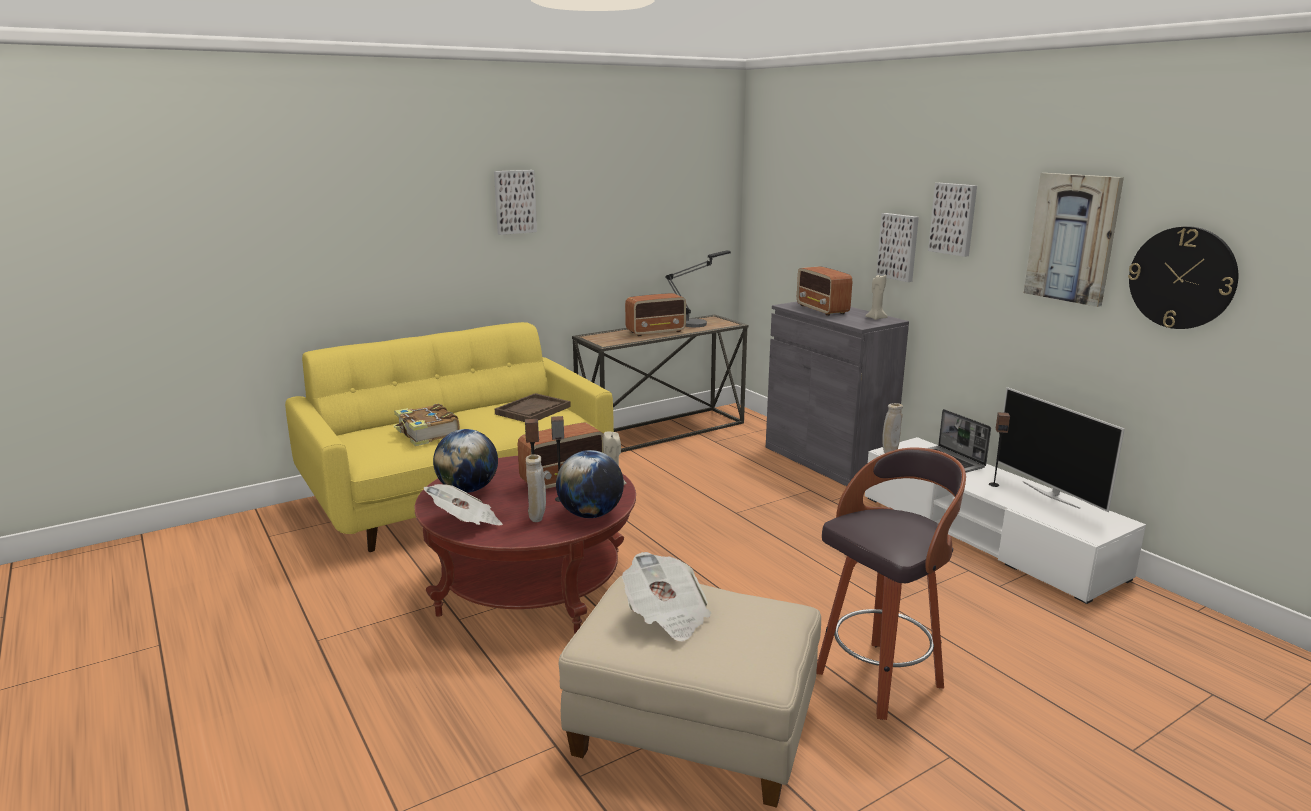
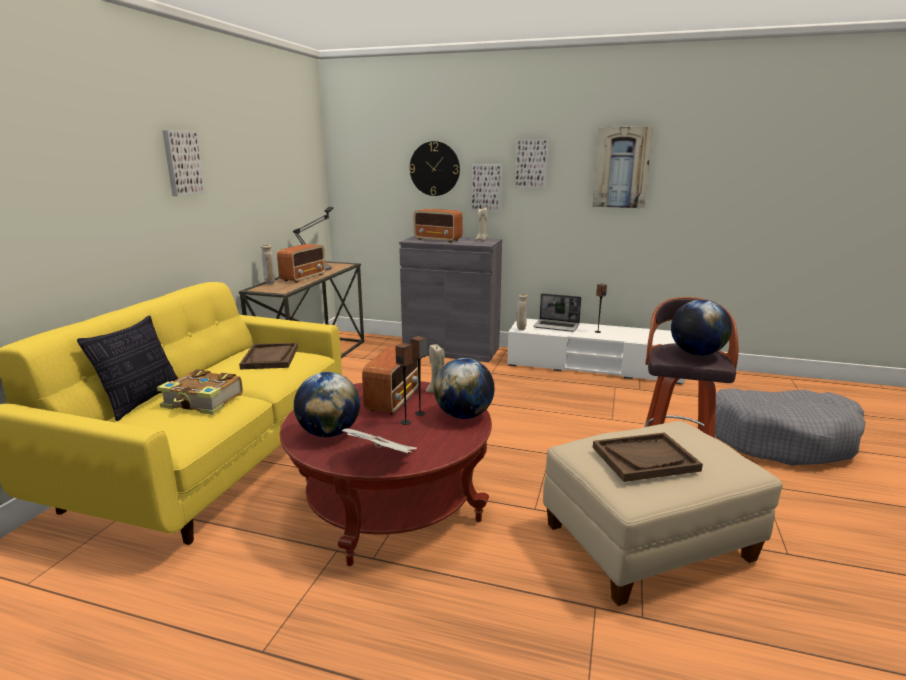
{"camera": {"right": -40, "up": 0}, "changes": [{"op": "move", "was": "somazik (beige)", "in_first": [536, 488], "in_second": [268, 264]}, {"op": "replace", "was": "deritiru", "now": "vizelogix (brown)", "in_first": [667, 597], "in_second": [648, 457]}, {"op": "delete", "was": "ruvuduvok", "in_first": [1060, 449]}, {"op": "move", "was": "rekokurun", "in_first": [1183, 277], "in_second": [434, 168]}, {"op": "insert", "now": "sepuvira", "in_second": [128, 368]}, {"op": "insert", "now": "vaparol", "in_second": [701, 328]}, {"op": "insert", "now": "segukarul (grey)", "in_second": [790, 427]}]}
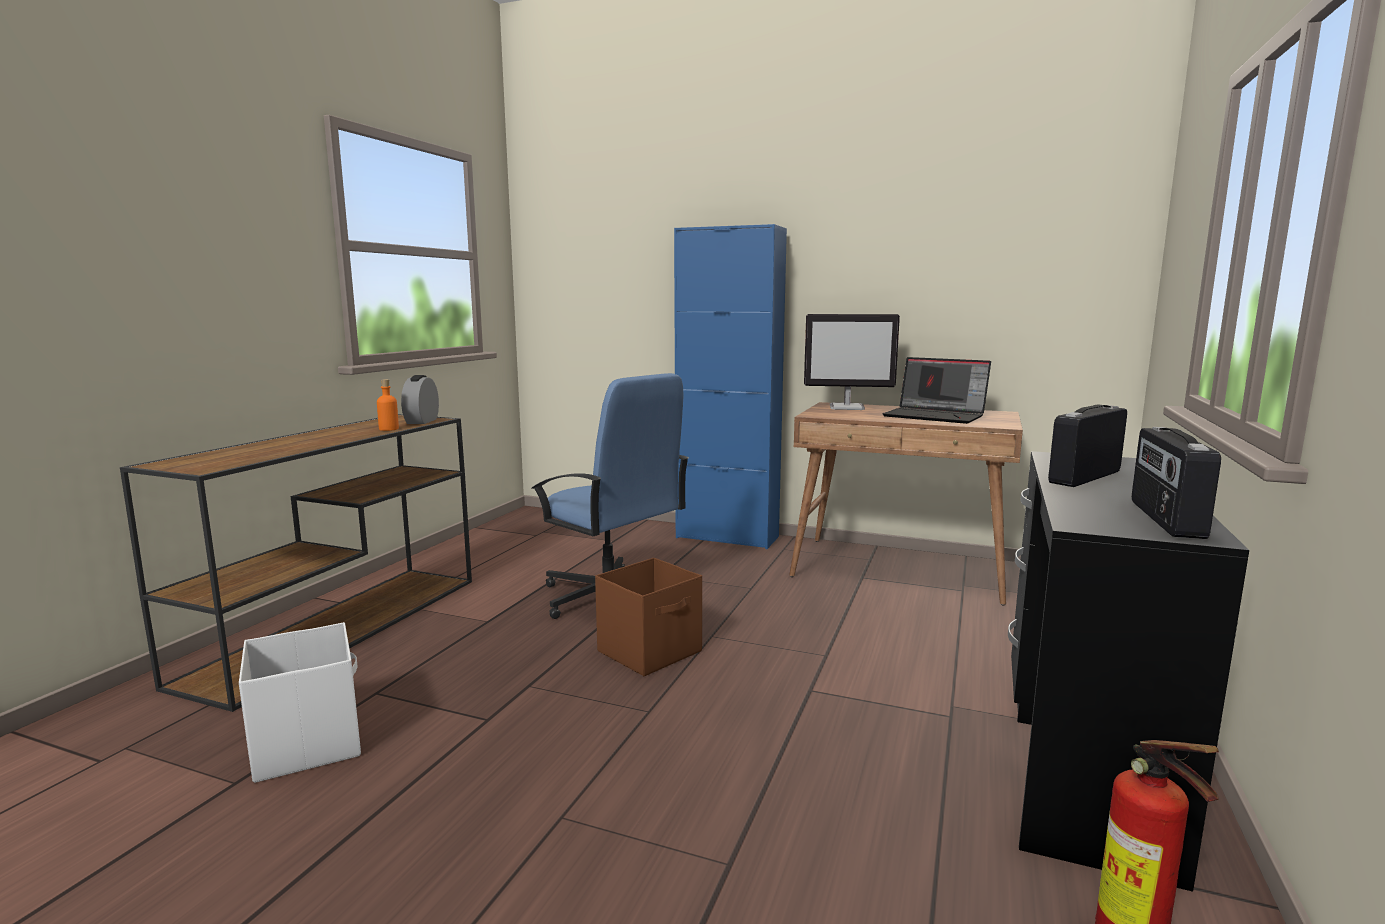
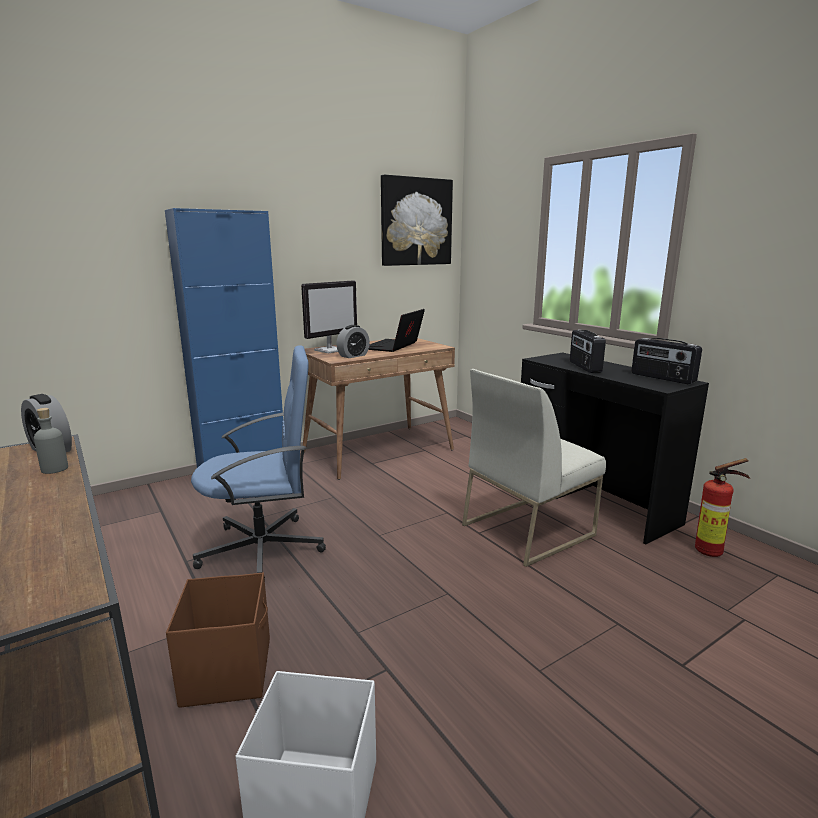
{"camera": {"right": -55, "up": 5}, "changes": [{"op": "recolor", "was": "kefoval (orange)", "now": "kefoval (grey)", "in_first": [388, 405], "in_second": [51, 441]}, {"op": "move", "was": "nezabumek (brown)", "in_first": [648, 617], "in_second": [218, 640]}, {"op": "rotate", "was": "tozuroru", "in_first": [936, 390], "in_second": [396, 330], "clockwise": 135}, {"op": "insert", "now": "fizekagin", "in_second": [353, 341]}, {"op": "insert", "now": "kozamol", "in_second": [417, 220]}, {"op": "insert", "now": "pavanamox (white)", "in_second": [534, 468]}]}
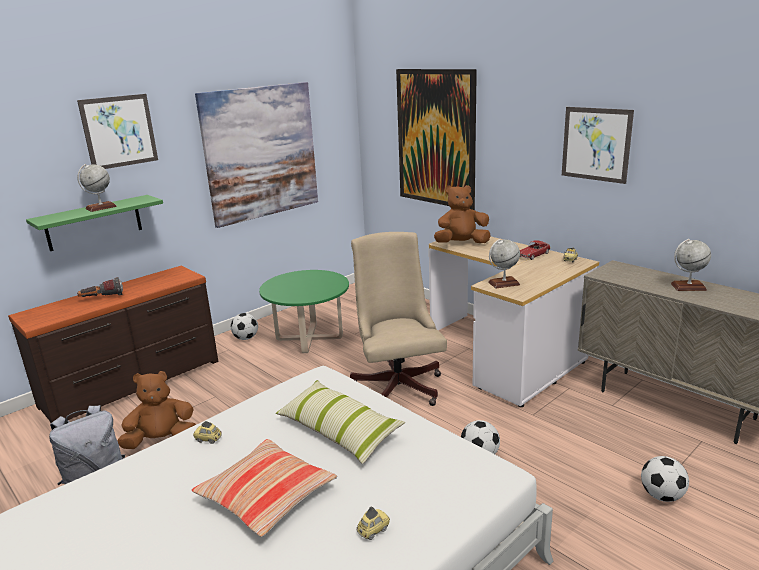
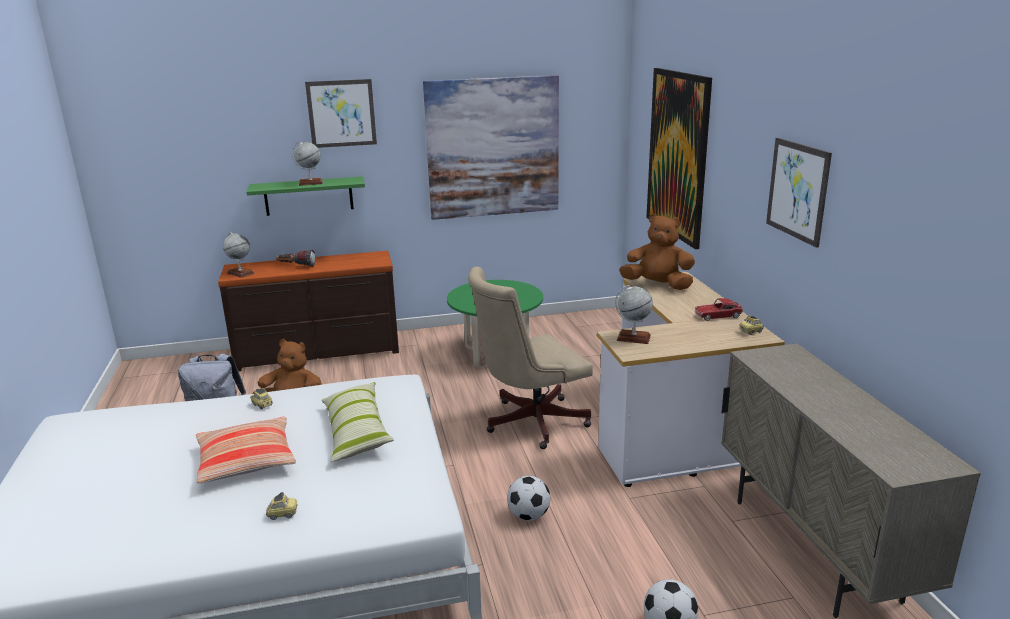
{"camera": {"right": 30, "up": 0}, "changes": [{"op": "delete", "was": "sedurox", "in_first": [244, 326]}, {"op": "rotate", "was": "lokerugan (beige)", "in_first": [398, 319], "in_second": [530, 358], "clockwise": -135}, {"op": "move", "was": "vaparol", "in_first": [691, 265], "in_second": [239, 255]}]}
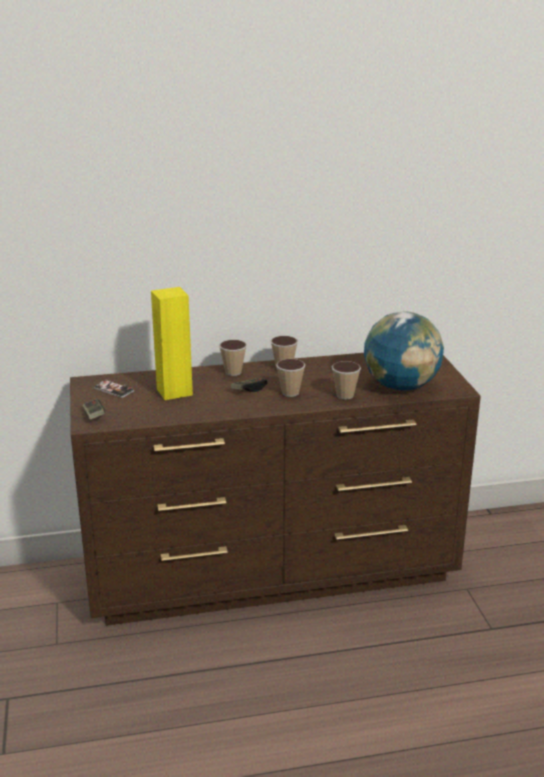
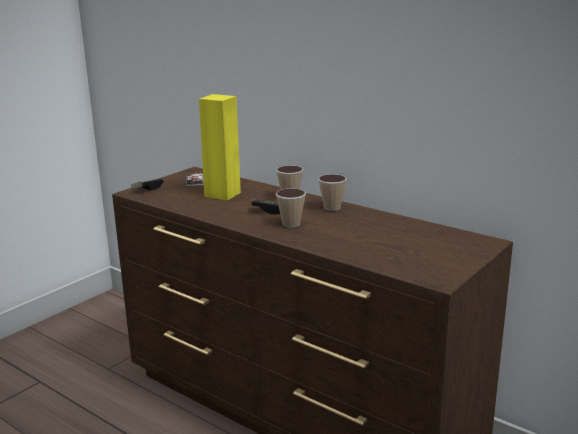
{"camera": {"right": 50, "up": -5}, "changes": [{"op": "delete", "was": "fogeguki", "in_first": [346, 380]}, {"op": "delete", "was": "vaparol", "in_first": [404, 351]}]}
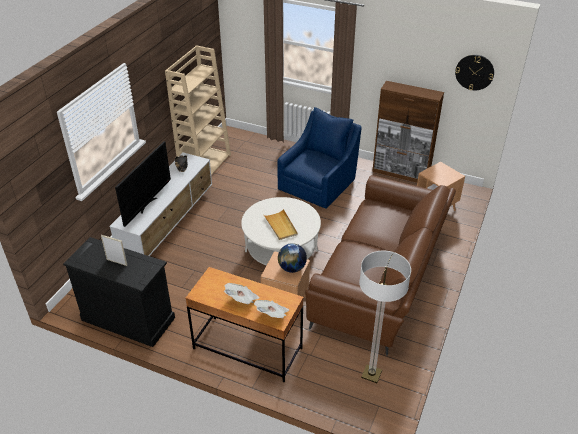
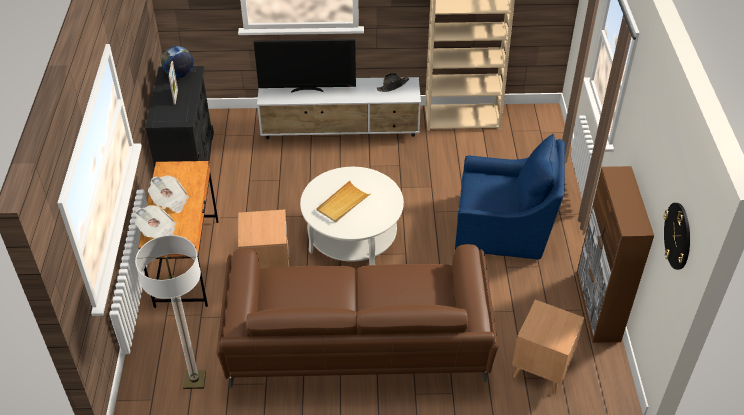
{"camera": {"right": 65, "up": 5}, "changes": [{"op": "move", "was": "vaparol", "in_first": [292, 258], "in_second": [177, 62]}]}
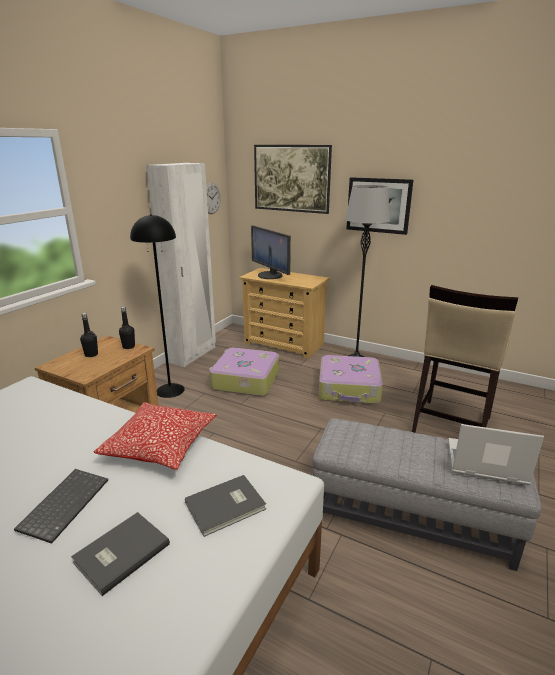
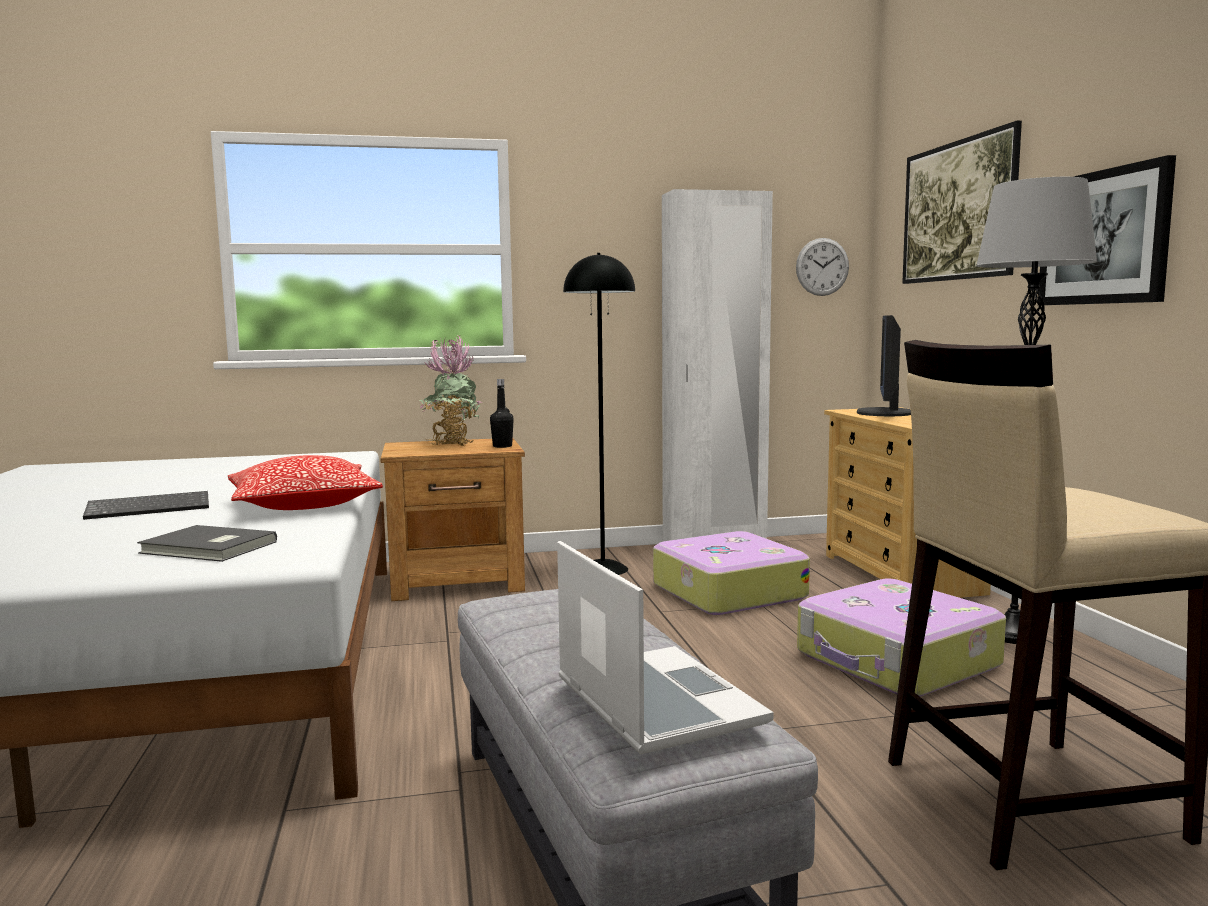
{"camera": {"right": 50, "up": -15}, "changes": [{"op": "delete", "was": "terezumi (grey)", "in_first": [120, 554]}, {"op": "replace", "was": "kefoval (black)", "now": "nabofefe", "in_first": [89, 335], "in_second": [450, 391]}]}
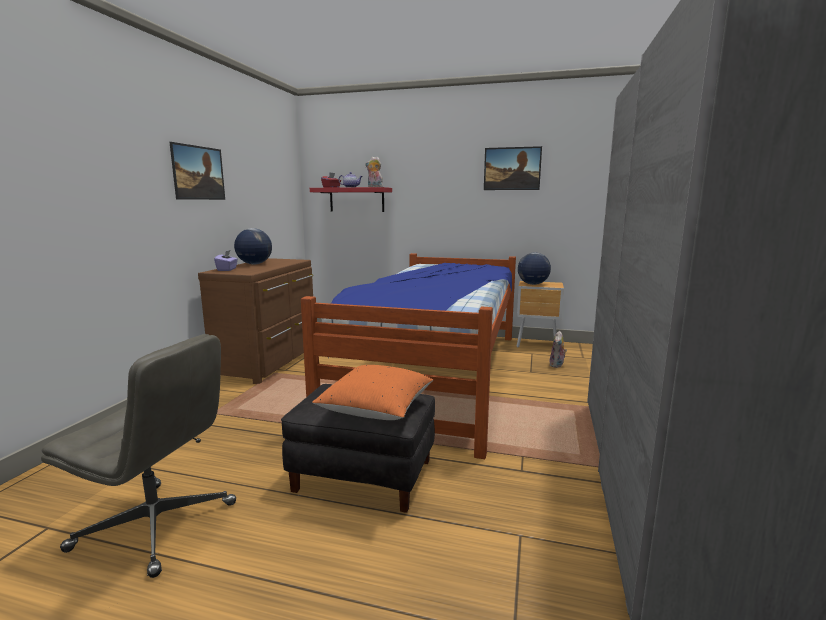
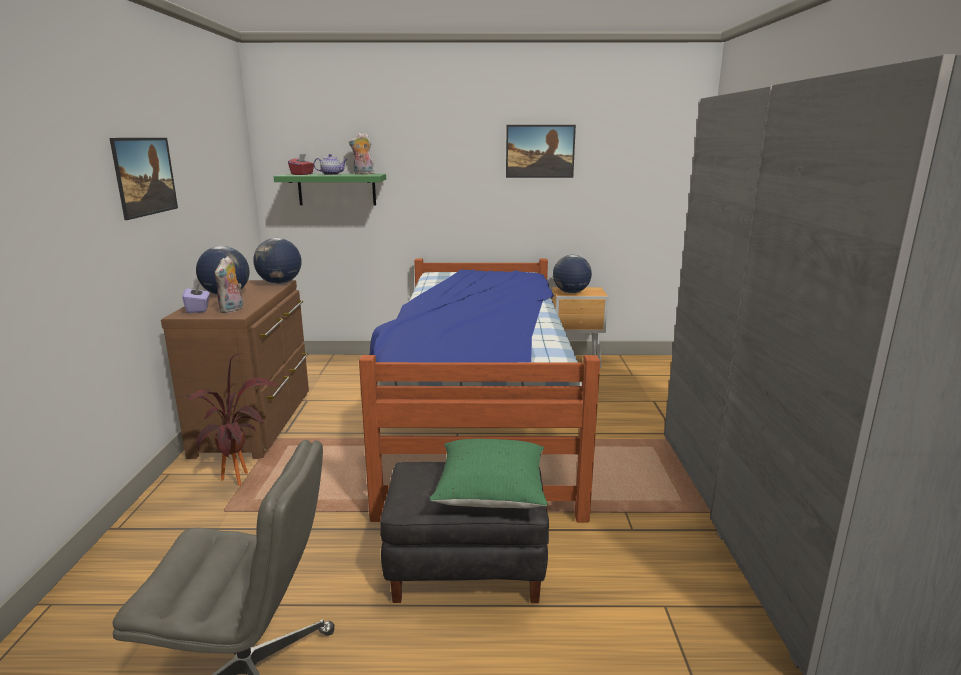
{"camera": {"right": -15, "up": 5}, "changes": [{"op": "recolor", "was": "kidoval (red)", "now": "kidoval (green)", "in_first": [351, 199], "in_second": [330, 189]}, {"op": "recolor", "was": "sepuvira (orange)", "now": "sepuvira (green)", "in_first": [372, 392], "in_second": [488, 473]}, {"op": "move", "was": "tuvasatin", "in_first": [558, 349], "in_second": [229, 284]}, {"op": "insert", "now": "nabofefe", "in_second": [227, 419]}, {"op": "insert", "now": "vaparol", "in_second": [277, 261]}]}
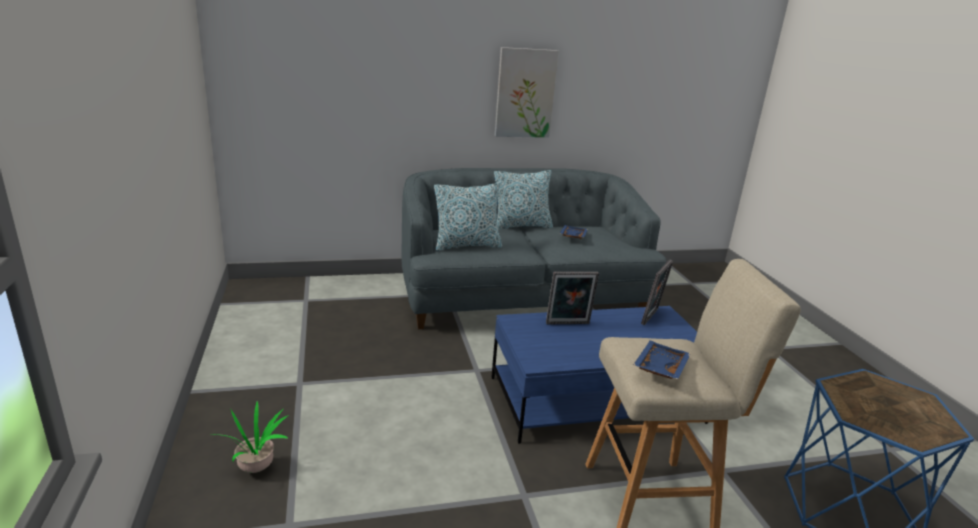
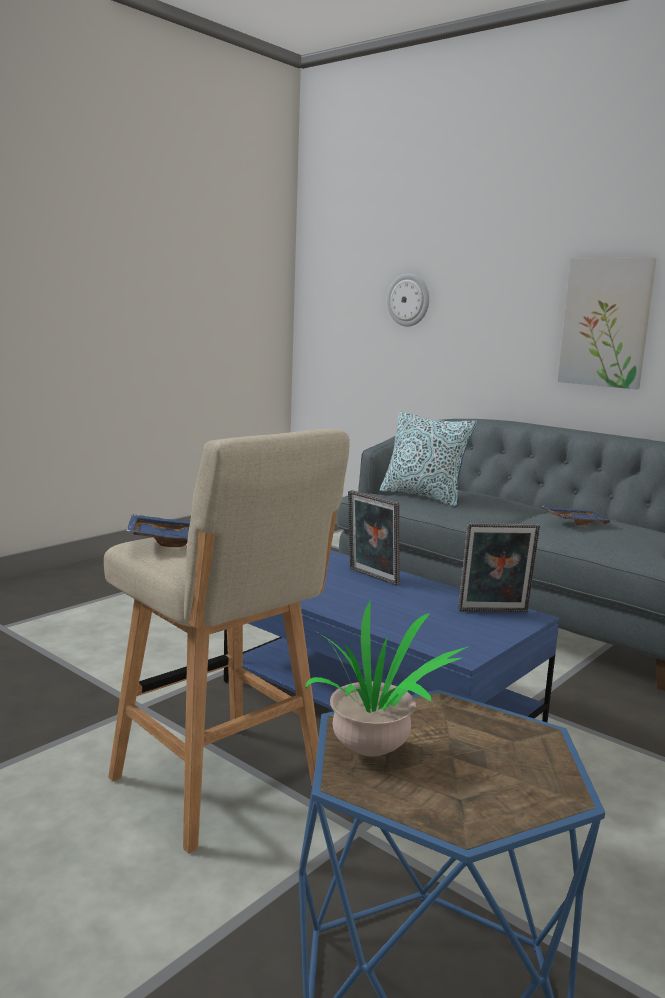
{"camera": {"right": 55, "up": -10}, "changes": [{"op": "move", "was": "nabofefe", "in_first": [248, 437], "in_second": [387, 679]}, {"op": "delete", "was": "sepuvira", "in_first": [523, 200]}, {"op": "insert", "now": "rekokurun", "in_second": [408, 300]}]}
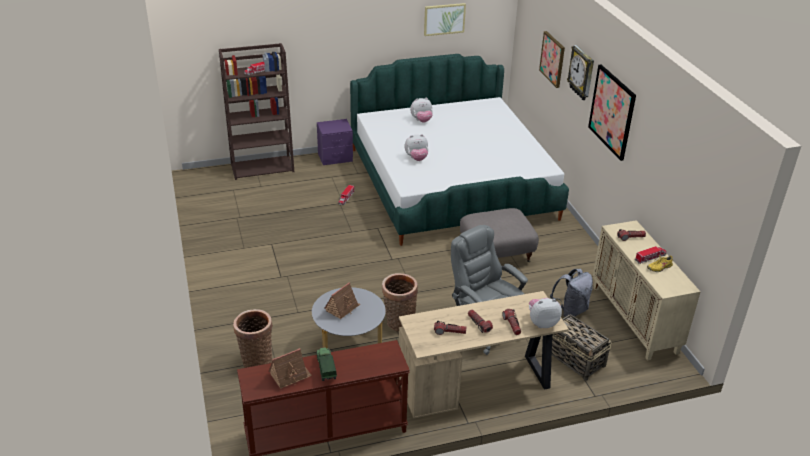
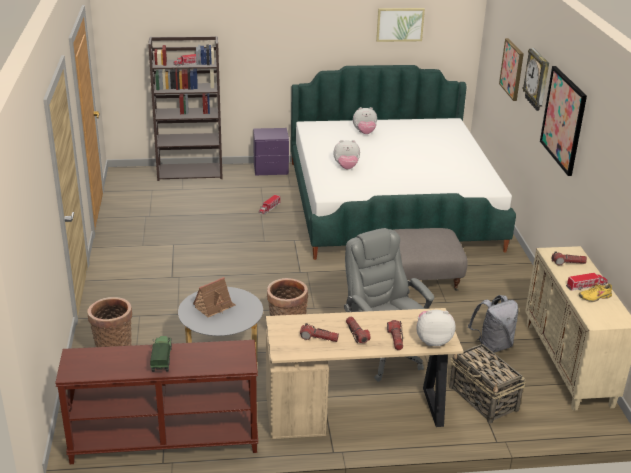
{"camera": {"right": 10, "up": -5}, "changes": [{"op": "delete", "was": "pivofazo", "in_first": [290, 368]}]}
